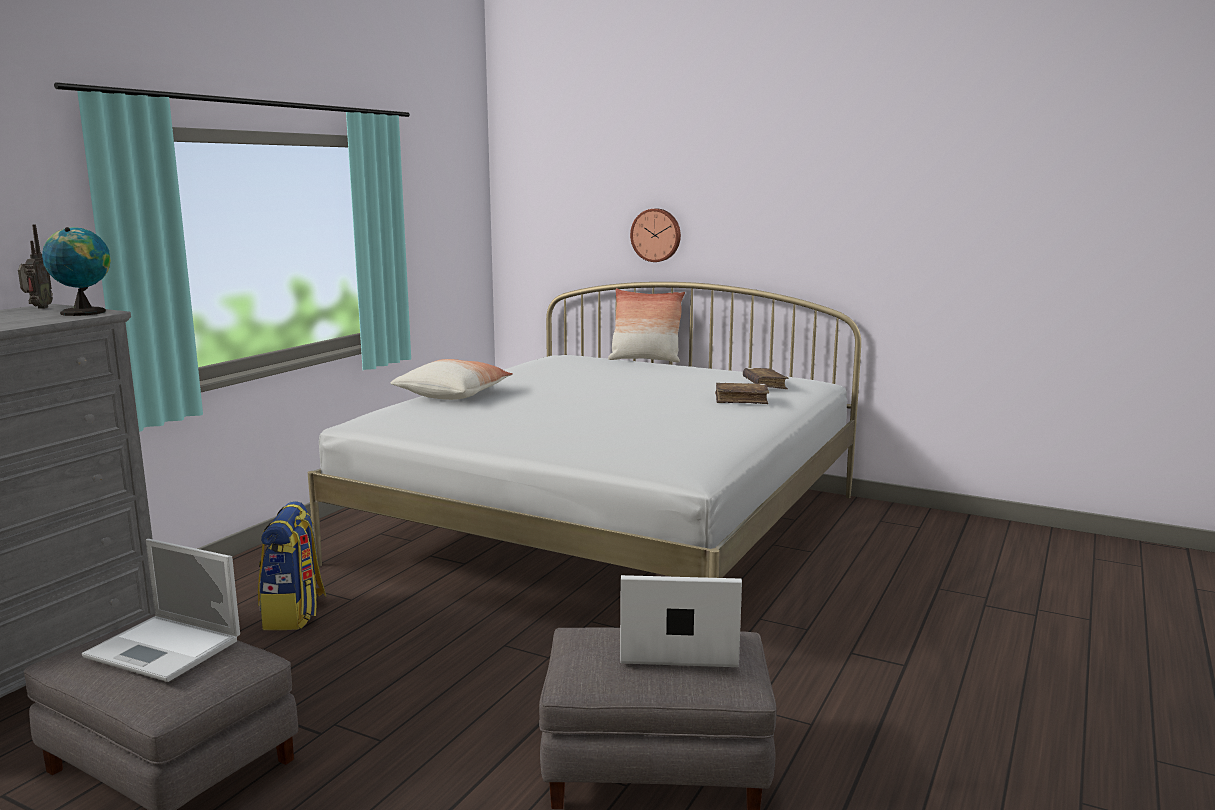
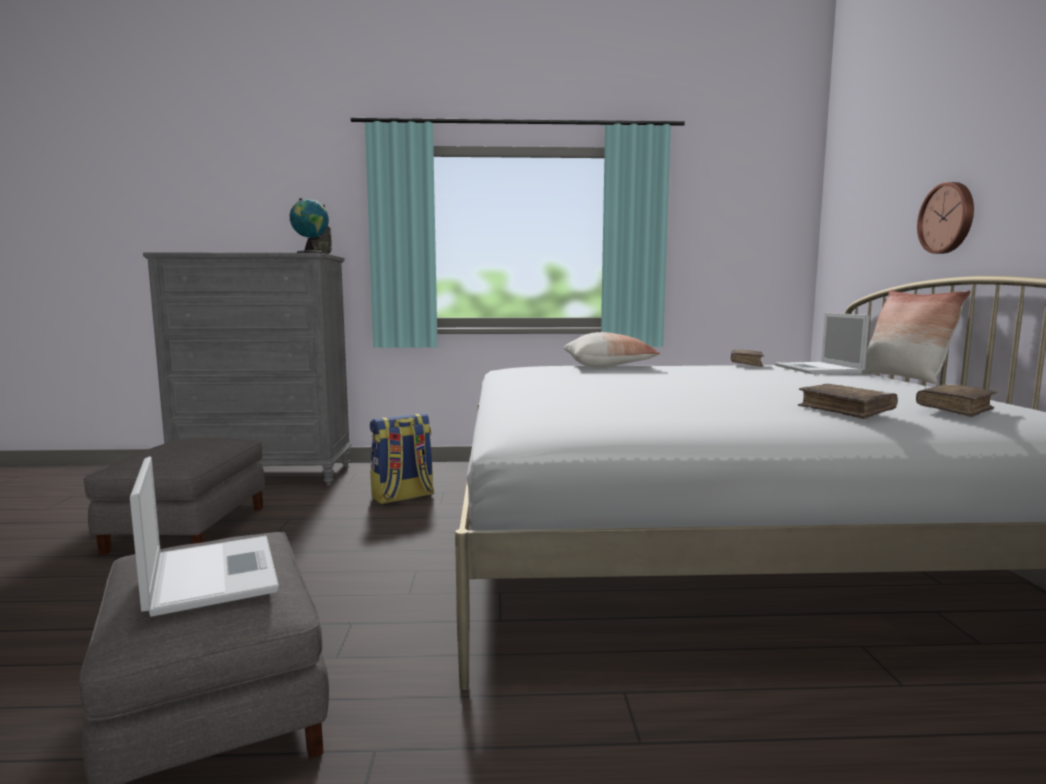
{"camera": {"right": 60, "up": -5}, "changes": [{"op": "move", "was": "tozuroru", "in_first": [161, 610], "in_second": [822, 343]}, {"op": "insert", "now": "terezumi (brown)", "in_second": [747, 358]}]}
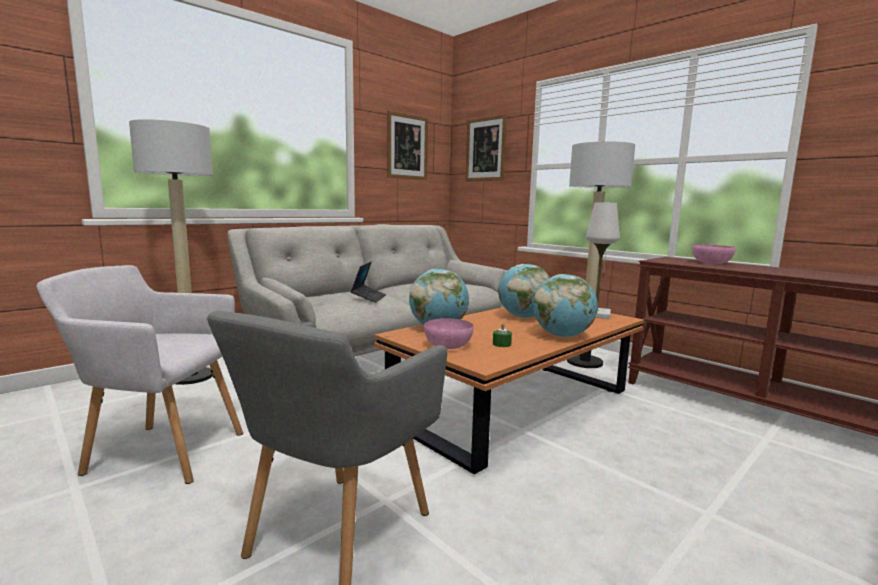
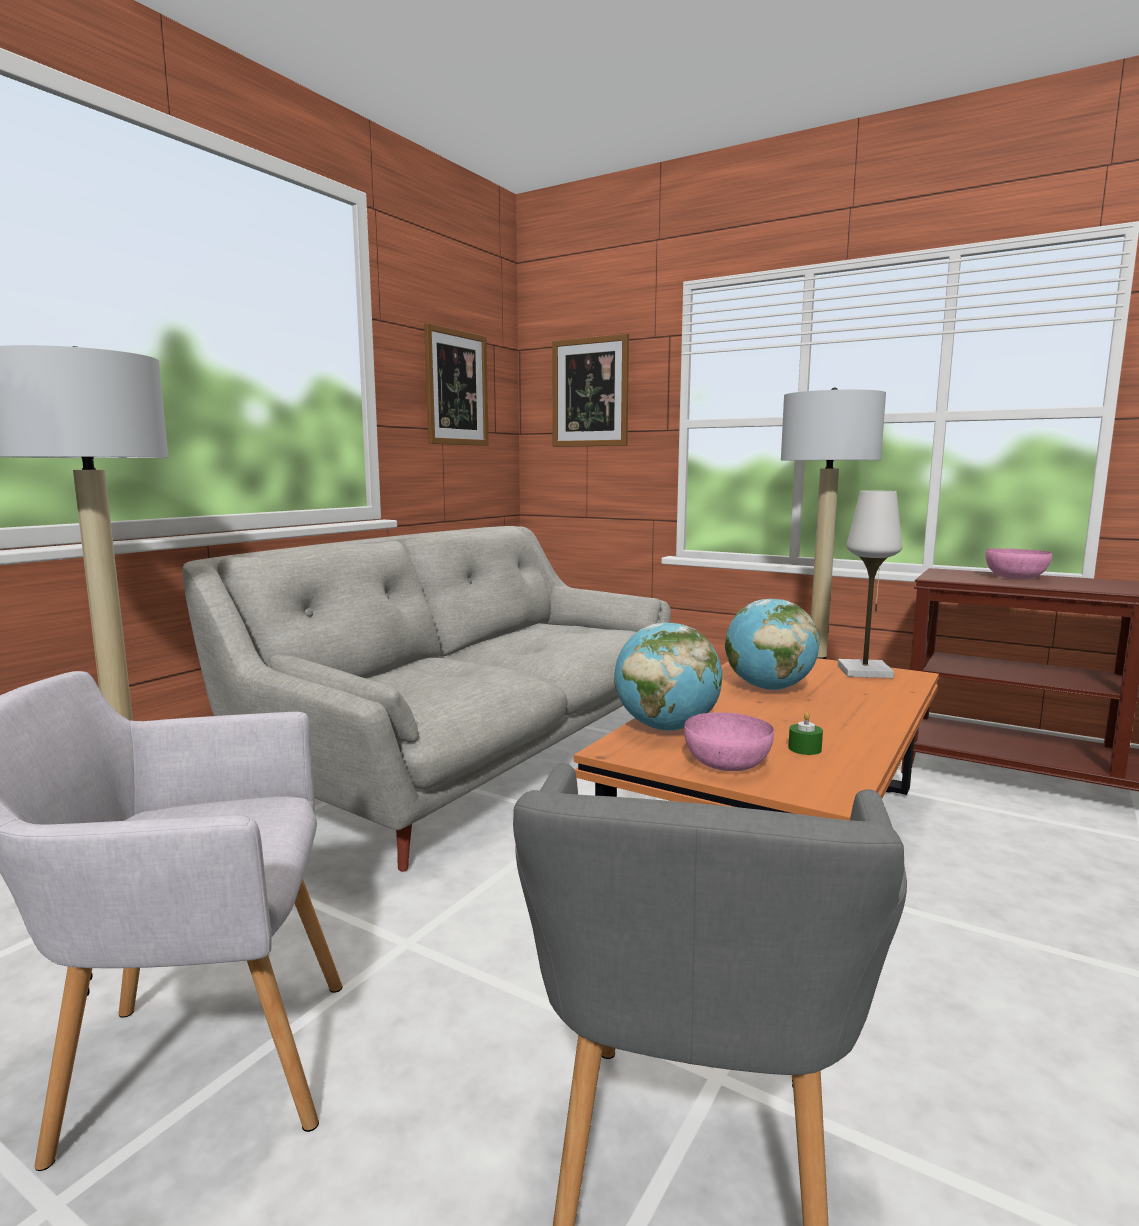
{"camera": {"right": -15, "up": 0}, "changes": [{"op": "delete", "was": "tozuroru", "in_first": [368, 282]}, {"op": "delete", "was": "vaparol", "in_first": [565, 305]}]}
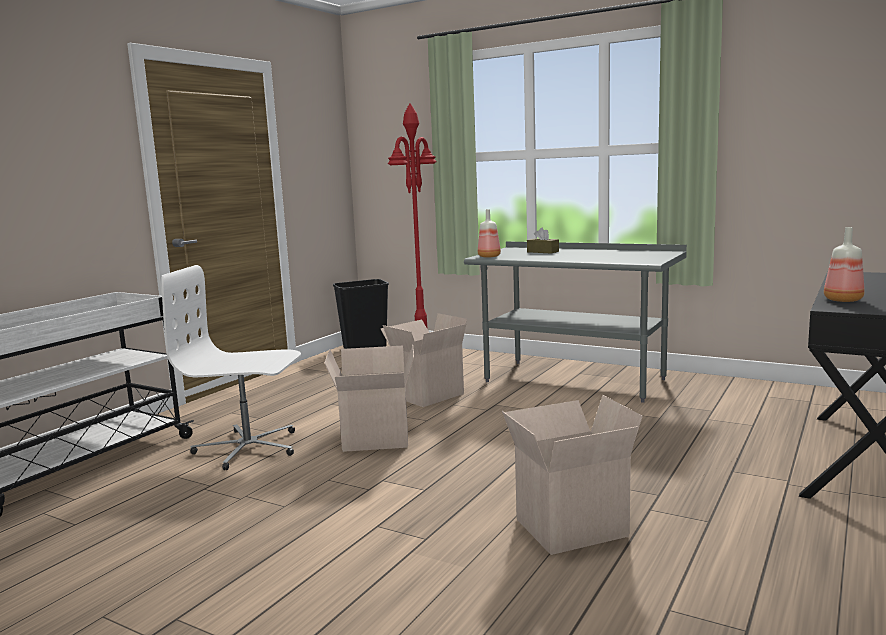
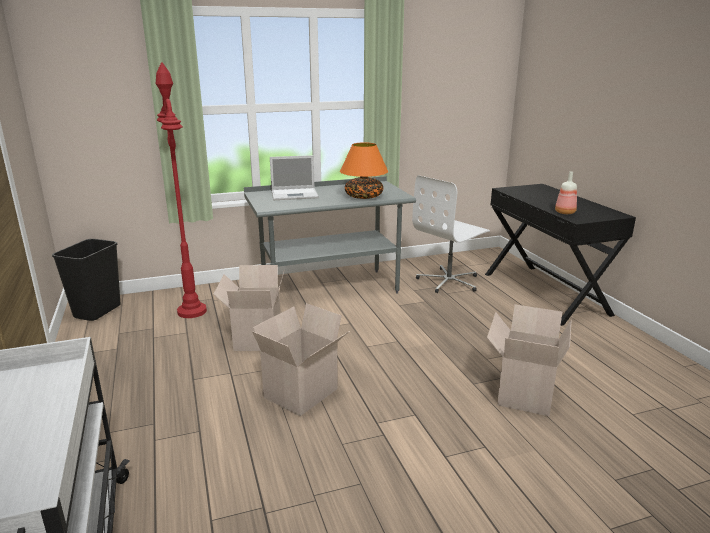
{"camera": {"right": -50, "up": 10}, "changes": [{"op": "move", "was": "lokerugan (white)", "in_first": [231, 367], "in_second": [451, 234]}, {"op": "delete", "was": "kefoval", "in_first": [489, 233]}, {"op": "replace", "was": "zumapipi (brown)", "now": "tozuroru", "in_first": [543, 241], "in_second": [294, 177]}, {"op": "insert", "now": "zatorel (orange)", "in_second": [364, 171]}]}
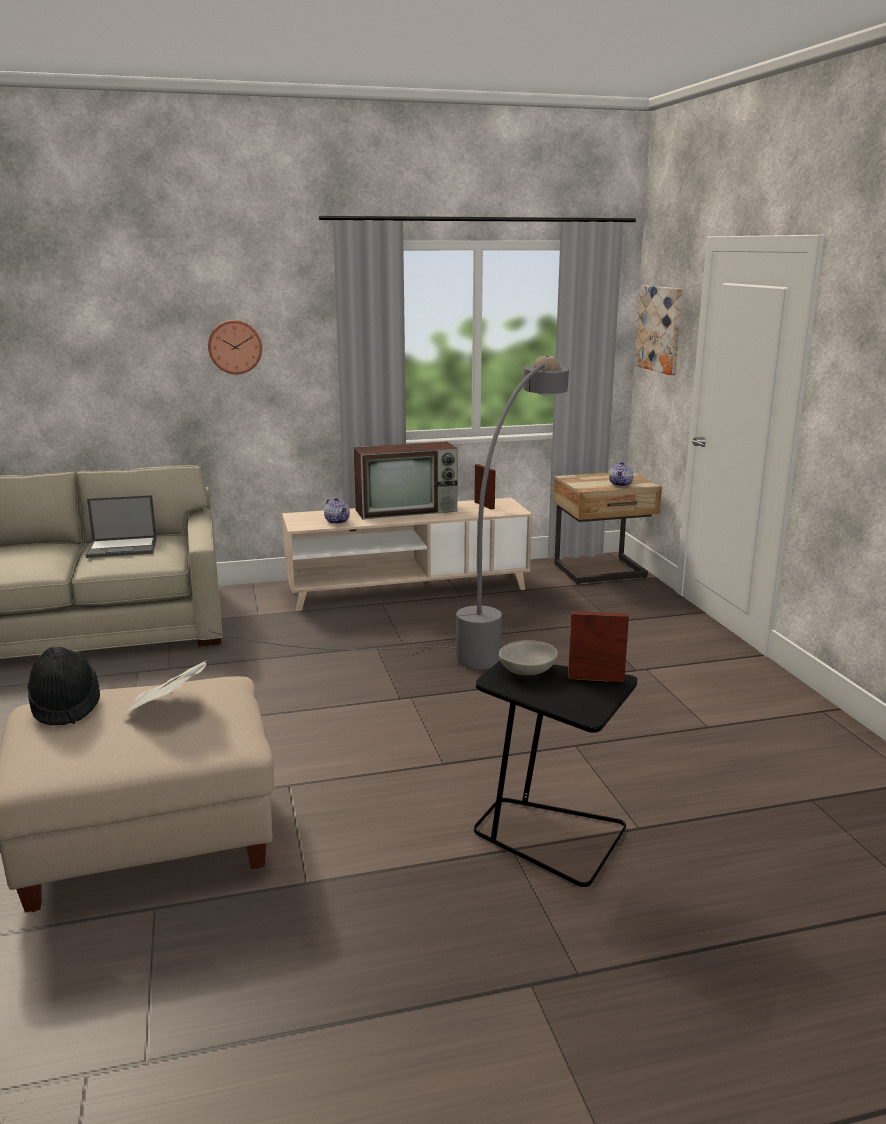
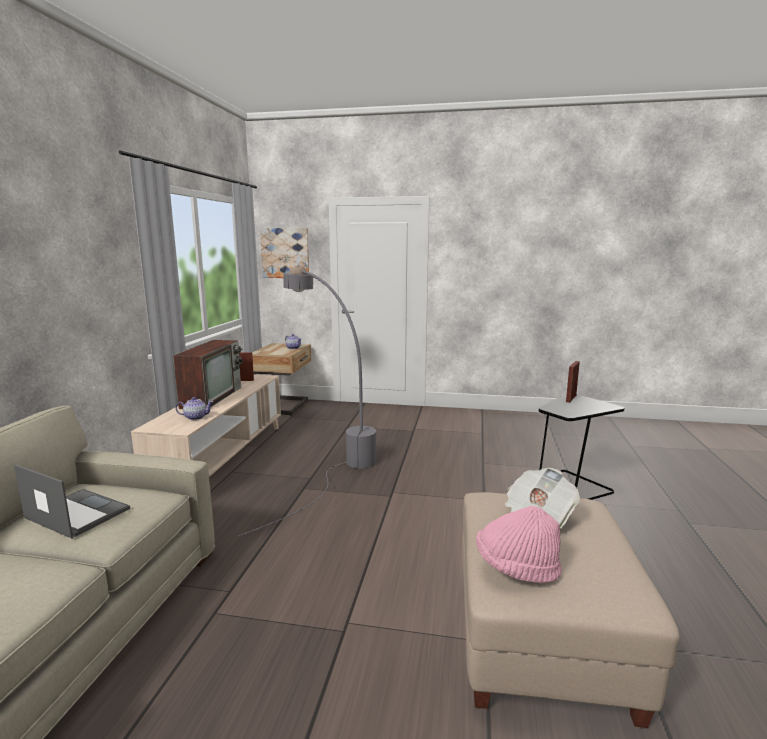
{"camera": {"right": -65, "up": -5}, "changes": [{"op": "recolor", "was": "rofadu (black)", "now": "rofadu (pink)", "in_first": [63, 686], "in_second": [519, 544]}, {"op": "rotate", "was": "tozuroru", "in_first": [121, 526], "in_second": [72, 501], "clockwise": -75}, {"op": "delete", "was": "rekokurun", "in_first": [235, 347]}, {"op": "delete", "was": "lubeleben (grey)", "in_first": [528, 657]}]}
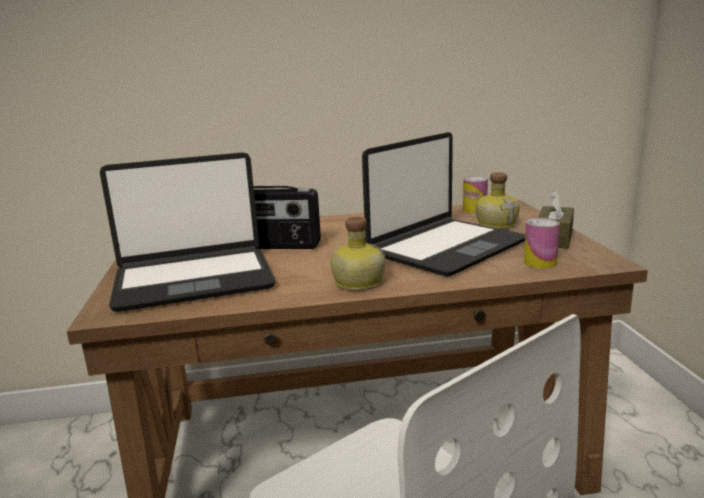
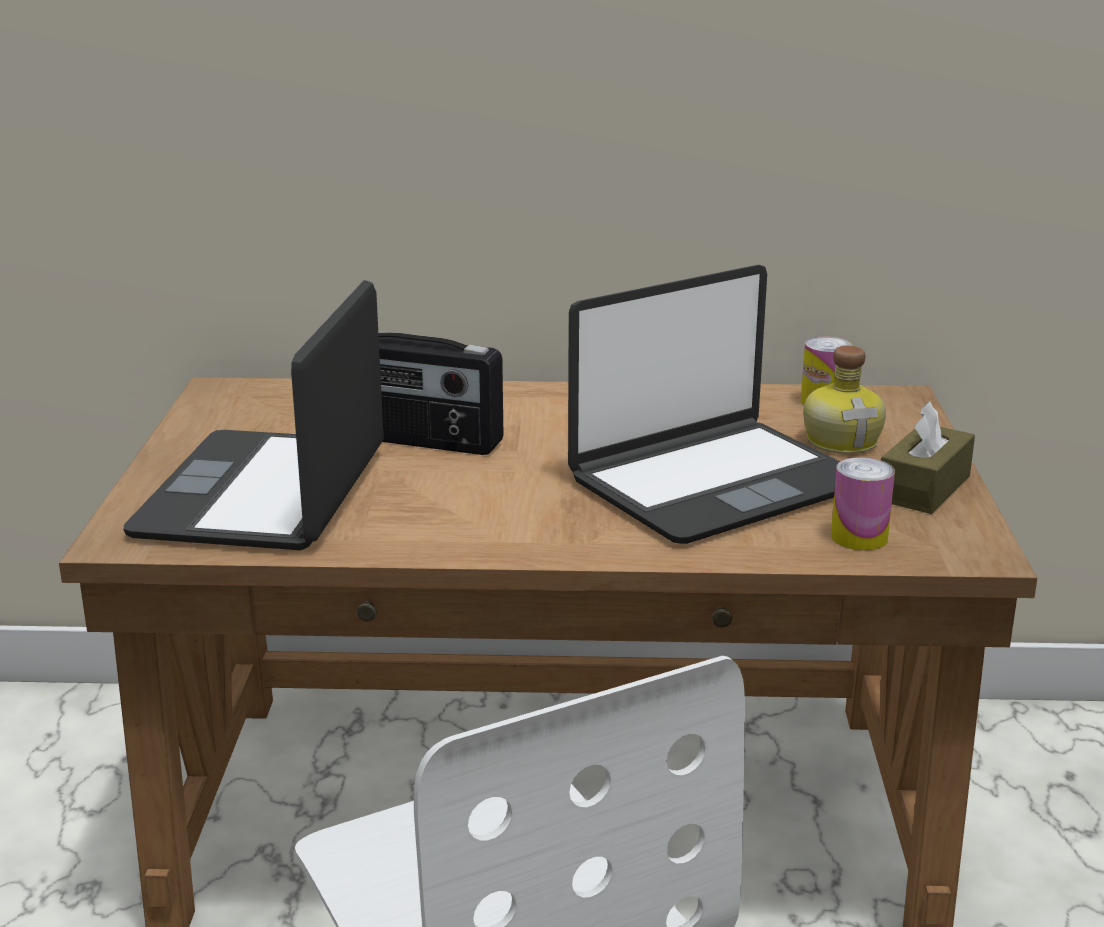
{"camera": {"right": 10, "up": 5}, "changes": [{"op": "rotate", "was": "tozuroru", "in_first": [187, 232], "in_second": [254, 415], "clockwise": 105}, {"op": "delete", "was": "kefoval", "in_first": [357, 253]}]}
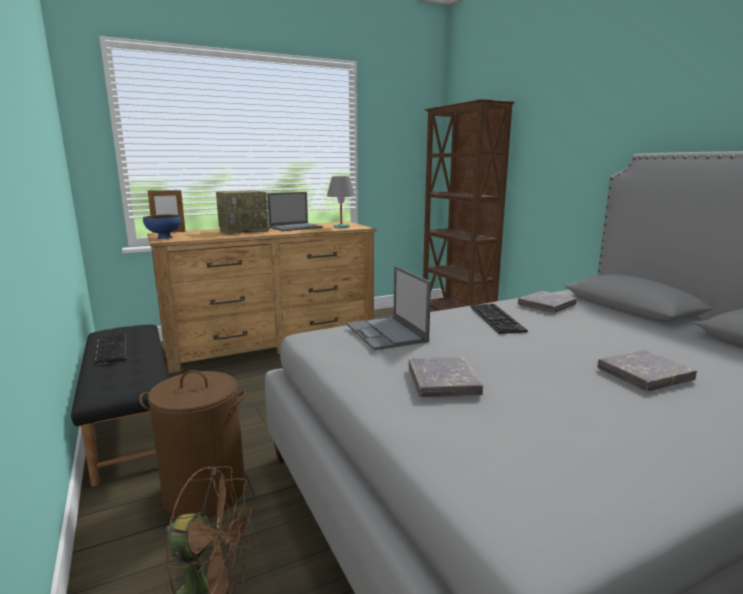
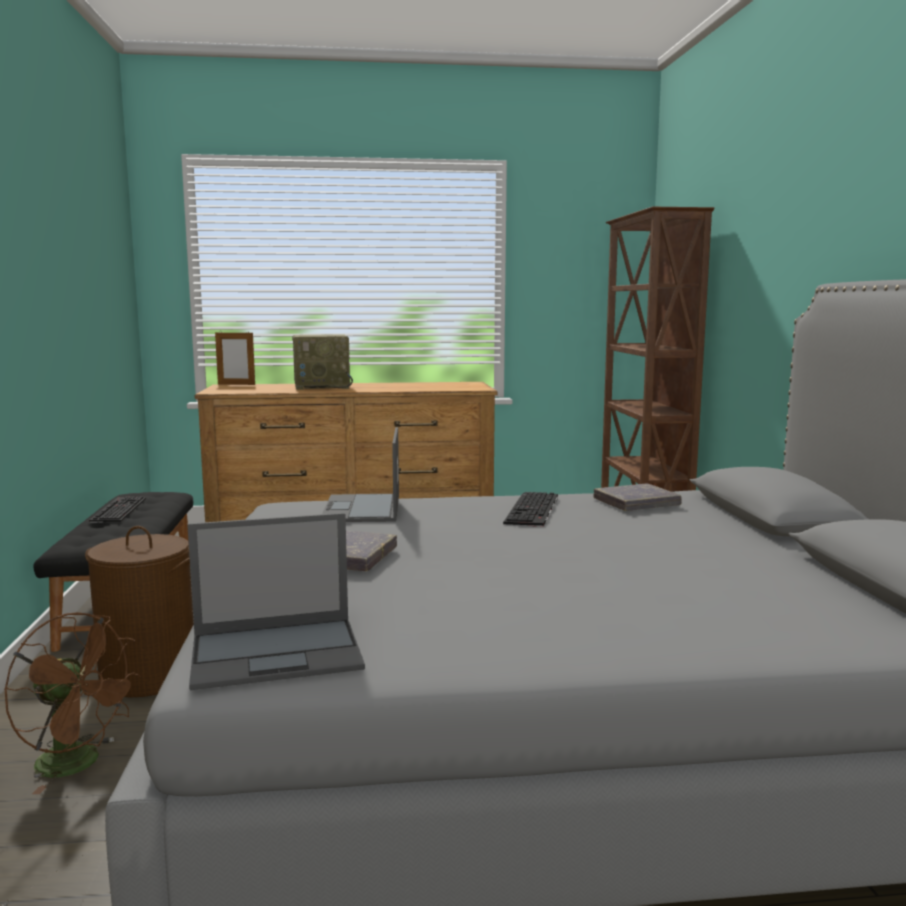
{"camera": {"right": 20, "up": -5}, "changes": [{"op": "delete", "was": "lubeleben (blue)", "in_first": [162, 227]}, {"op": "move", "was": "tozuroru", "in_first": [295, 211], "in_second": [276, 601]}, {"op": "delete", "was": "zatorel (grey)", "in_first": [341, 202]}, {"op": "delete", "was": "terezumi (grey)", "in_first": [647, 370]}]}
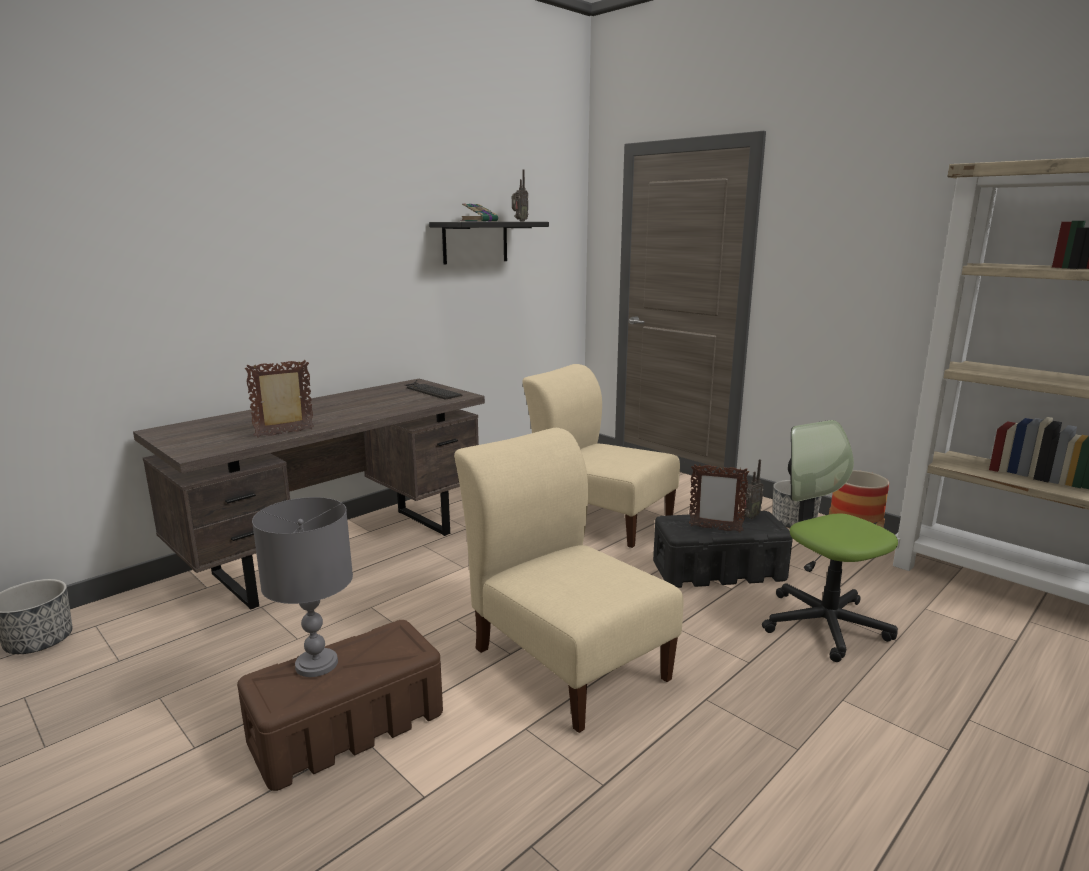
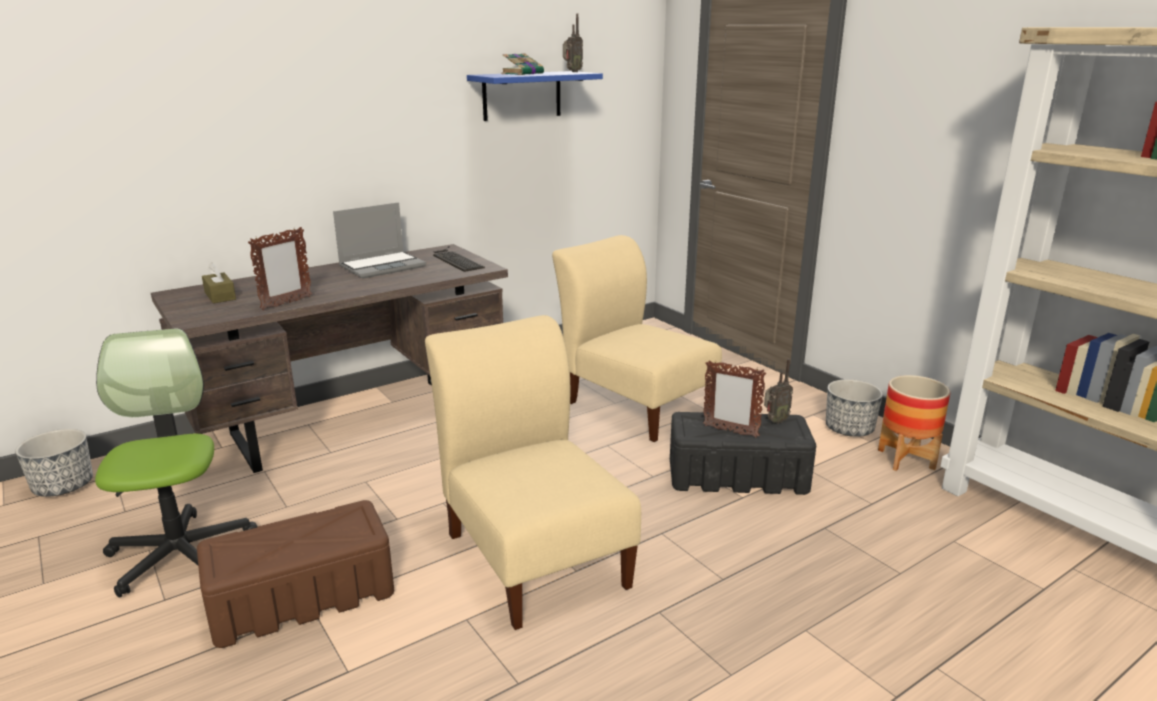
{"camera": {"right": 10, "up": 5}, "changes": [{"op": "rotate", "was": "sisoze", "in_first": [279, 399], "in_second": [280, 268], "clockwise": 150}, {"op": "delete", "was": "zatorel (grey)", "in_first": [302, 587]}, {"op": "recolor", "was": "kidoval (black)", "now": "kidoval (blue)", "in_first": [489, 243], "in_second": [535, 96]}, {"op": "move", "was": "lokerugan", "in_first": [830, 541], "in_second": [176, 463]}, {"op": "insert", "now": "zumapipi (brown)", "in_second": [219, 282]}, {"op": "insert", "now": "tozuroru", "in_second": [379, 240]}]}
